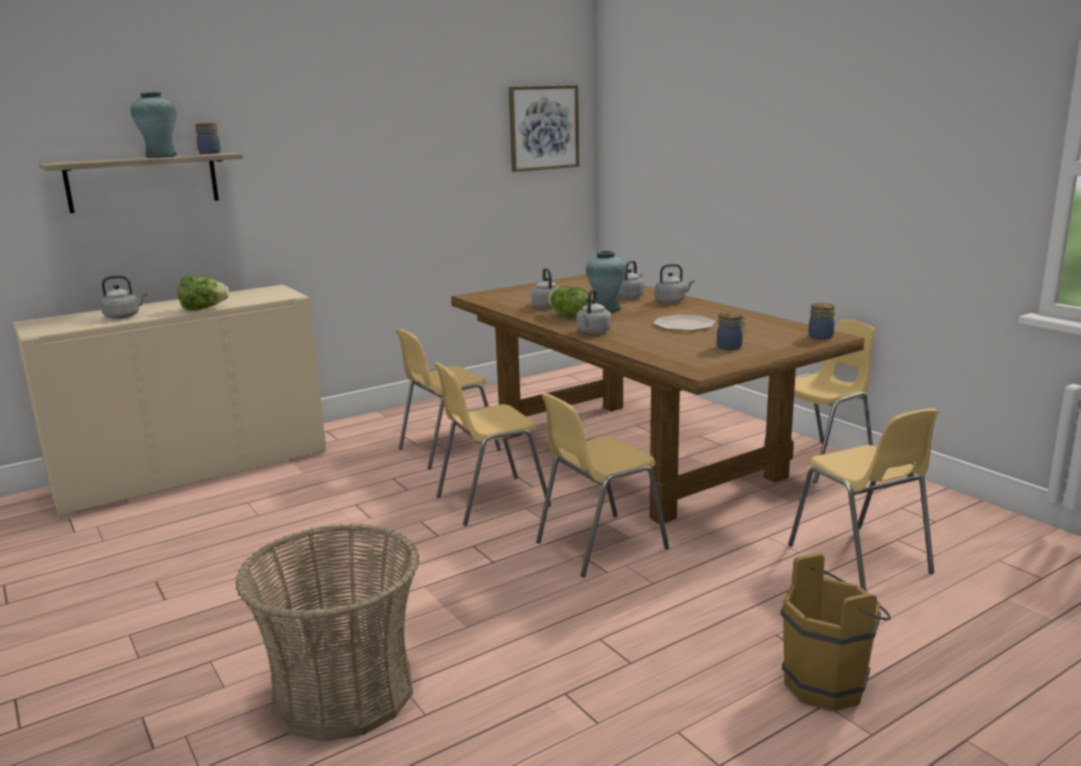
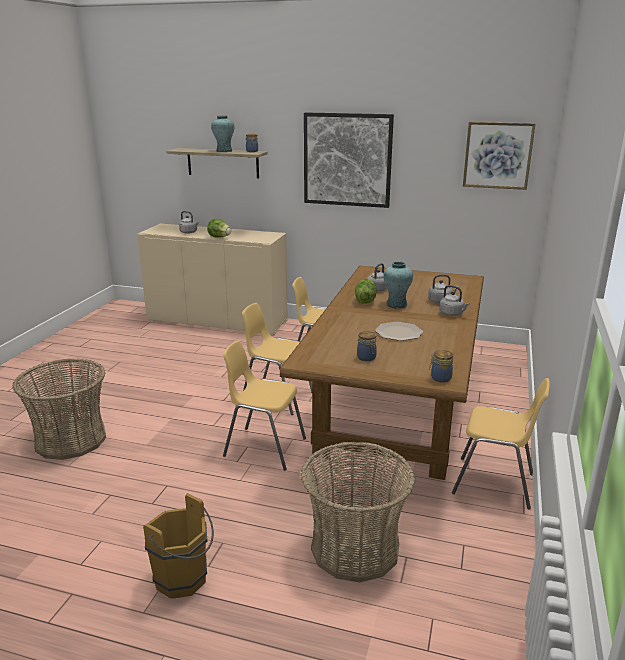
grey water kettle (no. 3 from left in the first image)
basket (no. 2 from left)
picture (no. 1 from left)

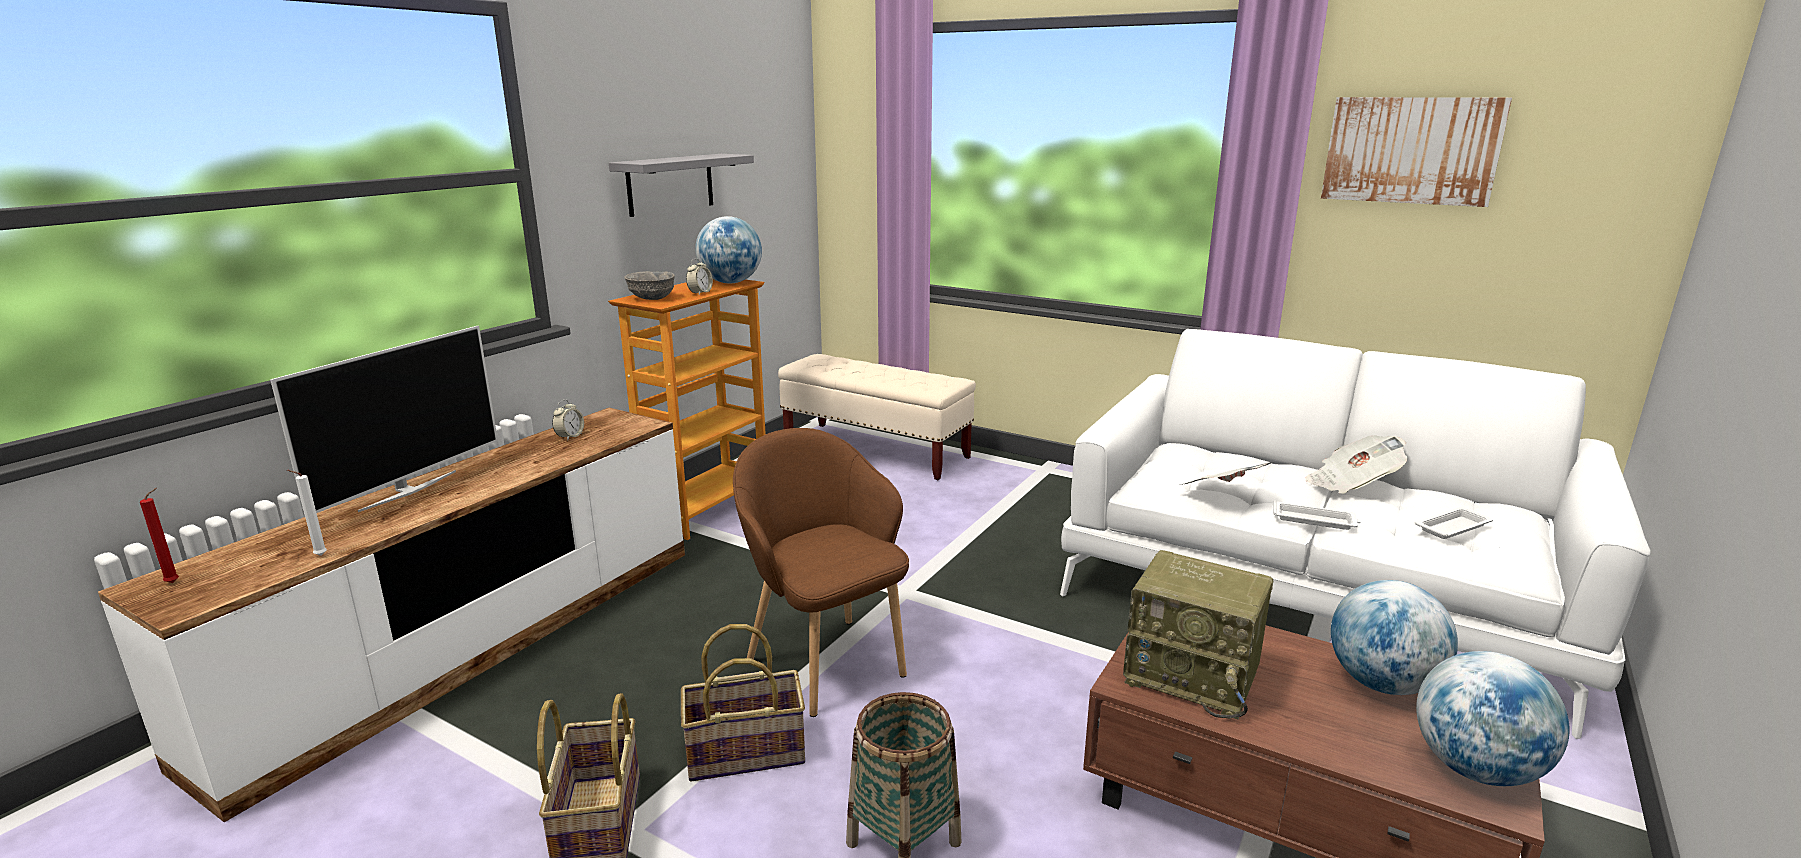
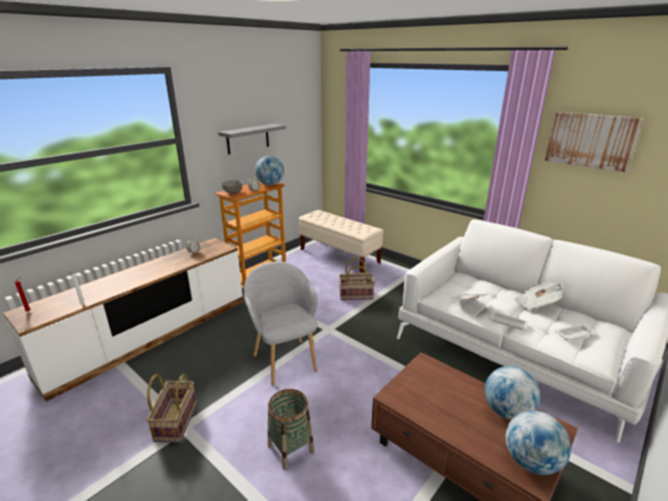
TV
basket (no. 3 from left)
grey lounge chair
radio

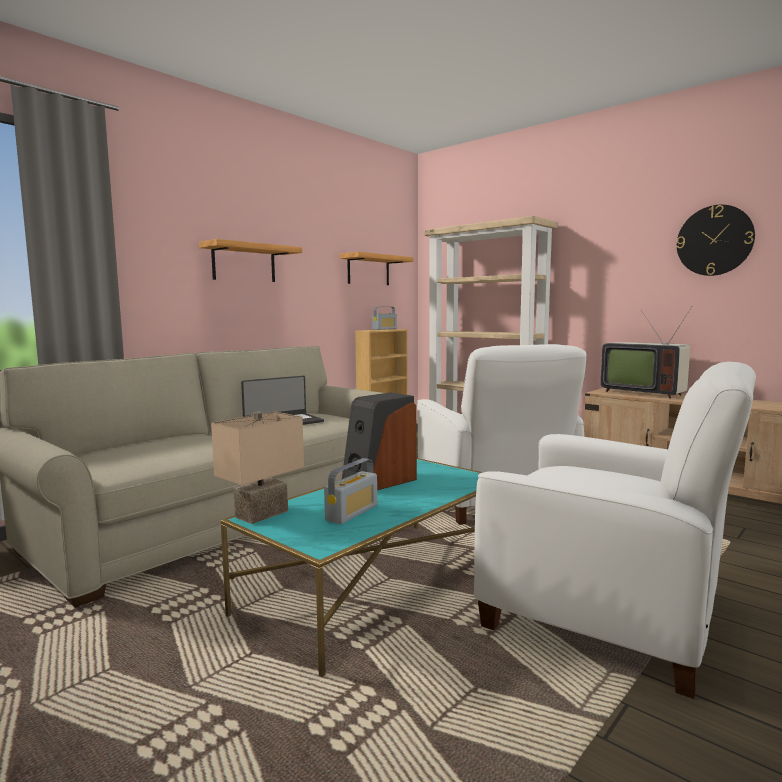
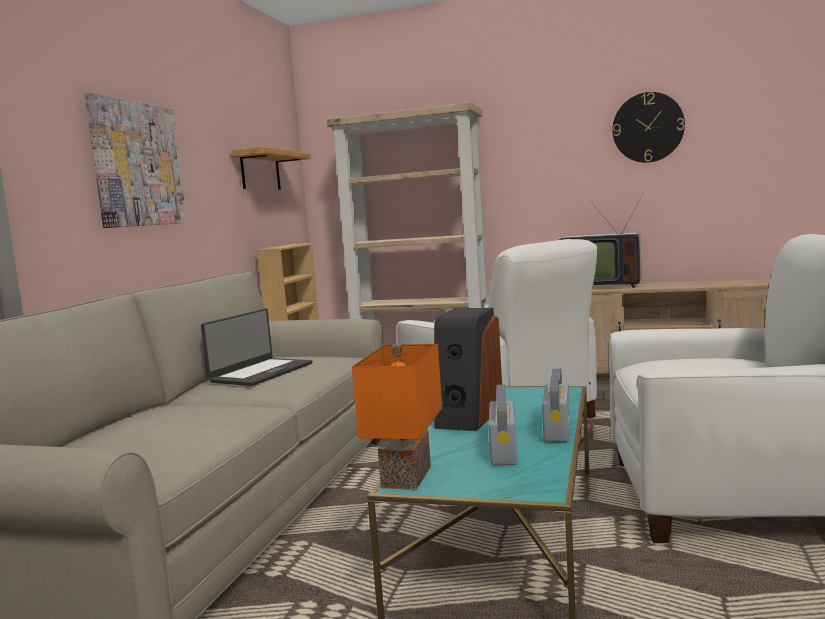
picture
orange-coloured tabletop lamp
radio (no. 2 from left)

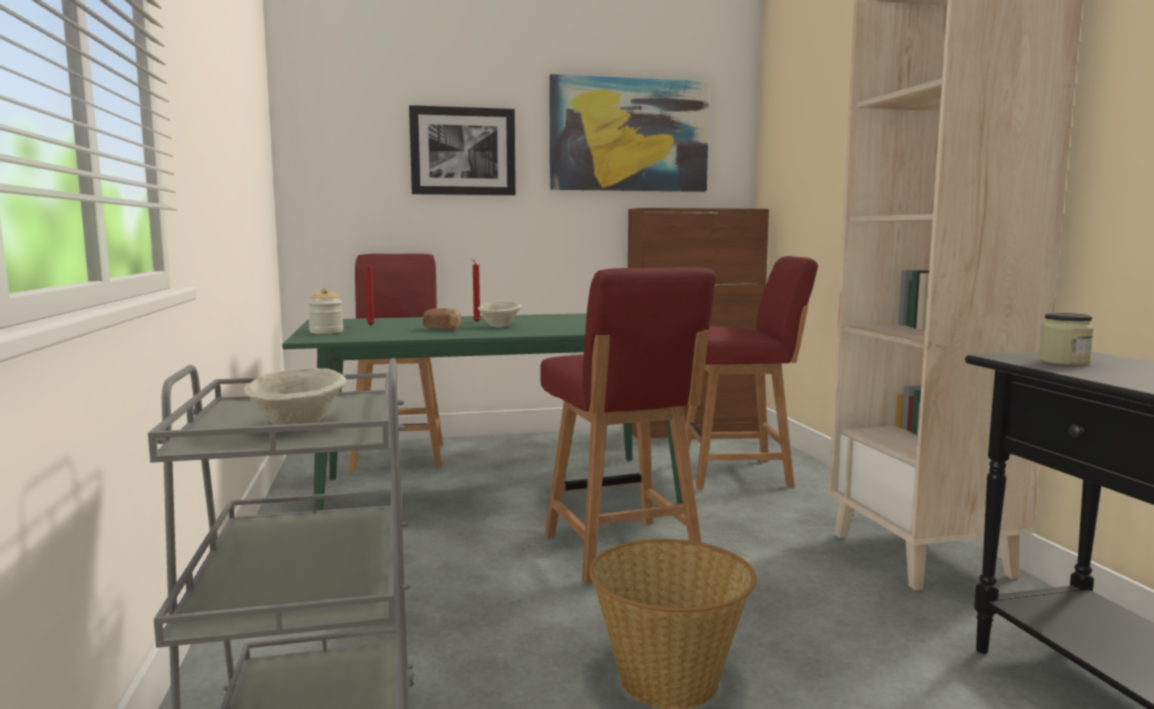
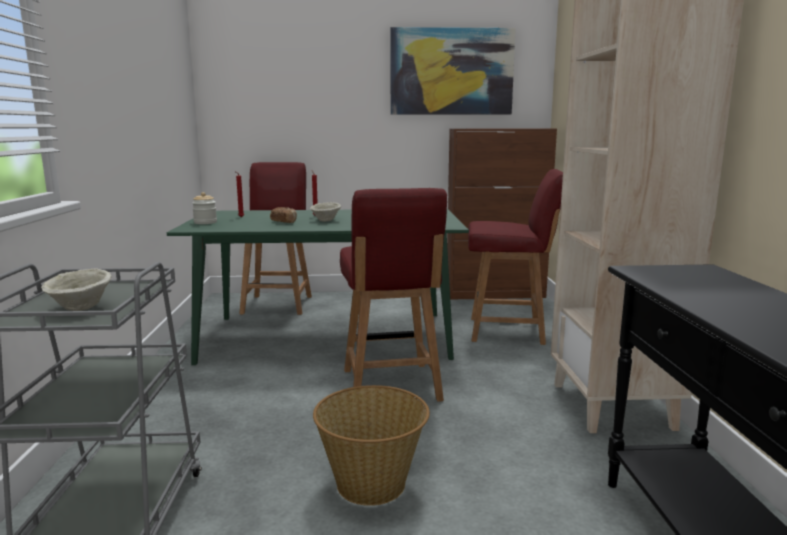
picture (no. 1 from left in the first image)
preserve jar (no. 2 from left in the first image)

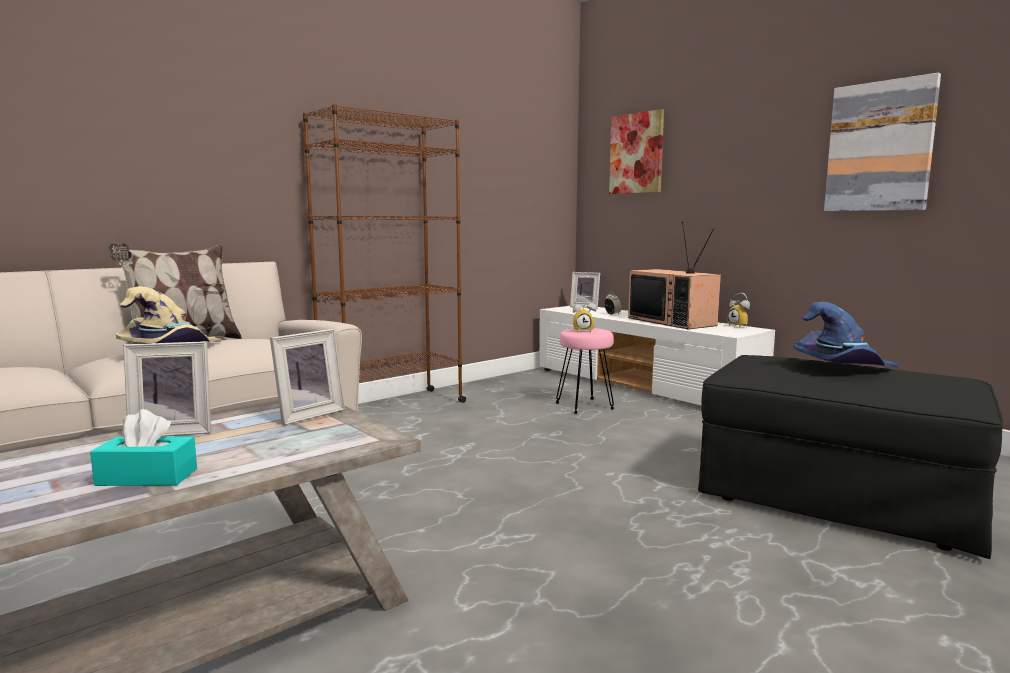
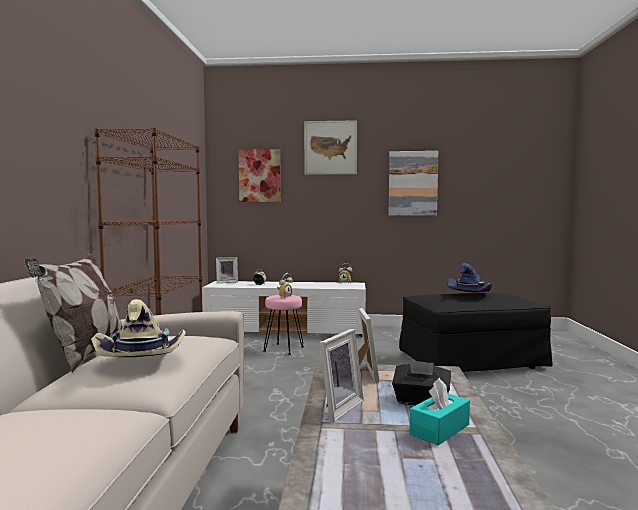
TV
picture (no. 2 from left)
black tissue box

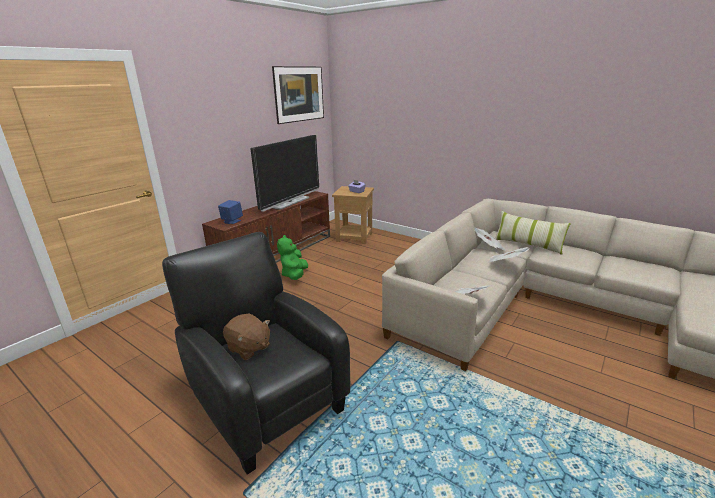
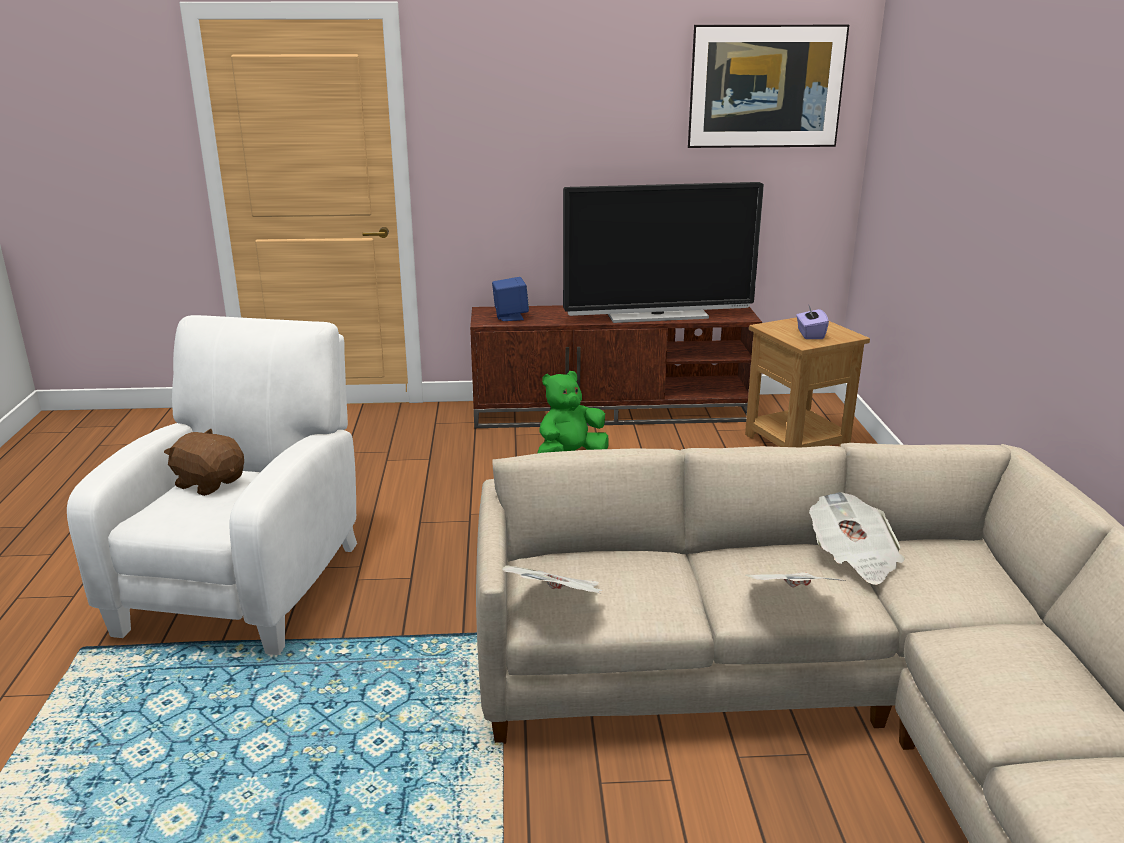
whitish lounge chair
brown-coloured plush toy
pillow

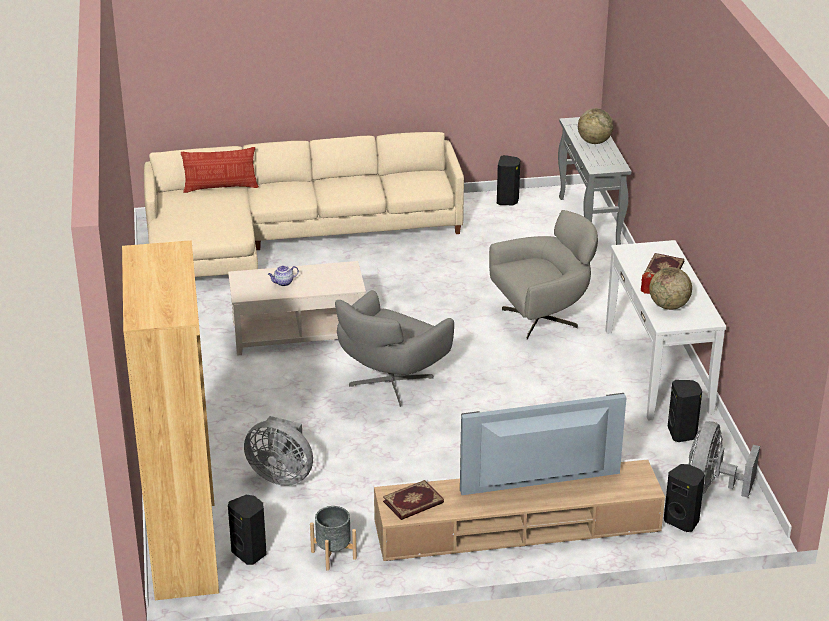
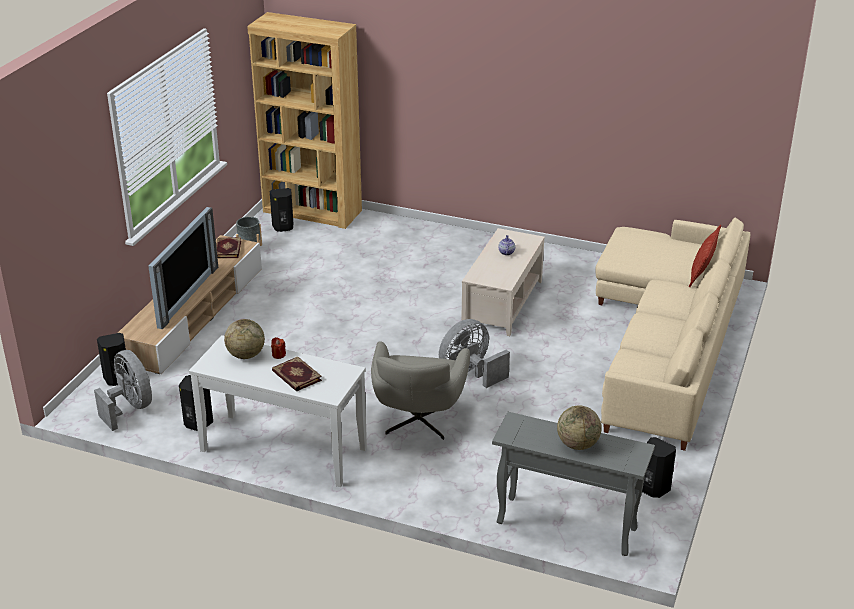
grey fan (no. 2 from left)
grey lounge chair (no. 1 from left in the first image)

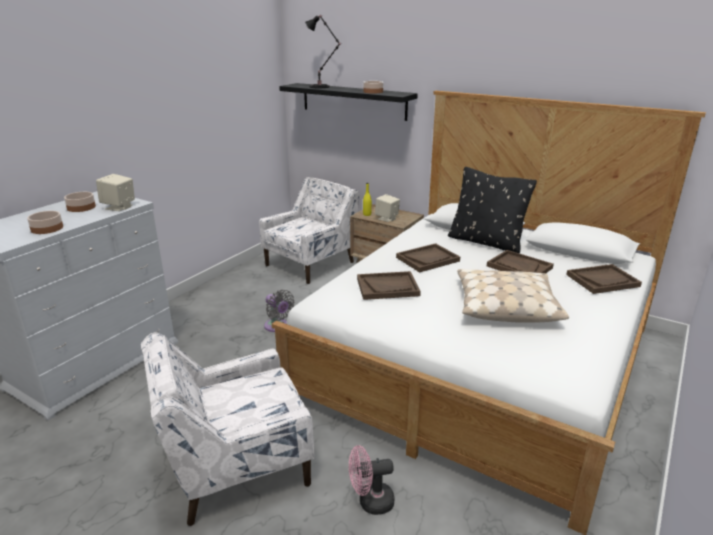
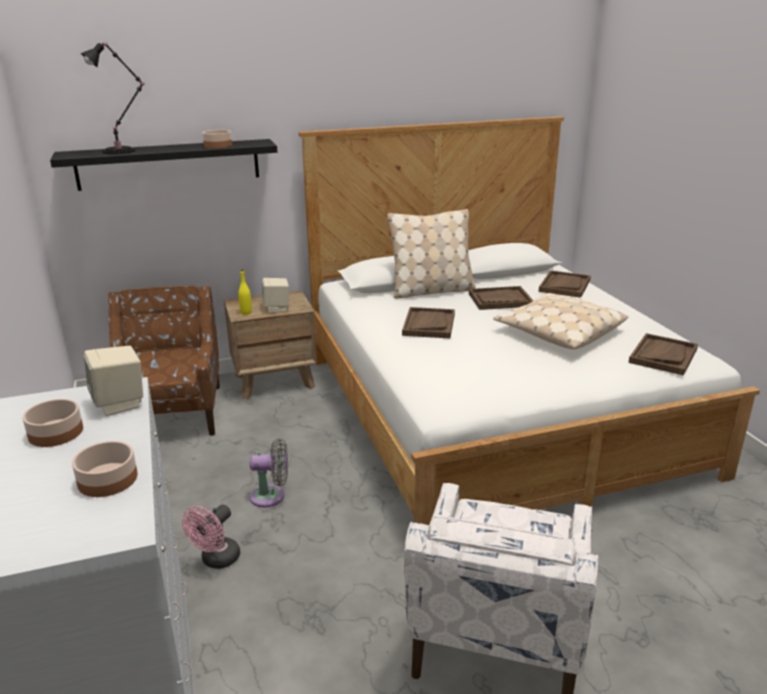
brown-coloured lounge chair
pinkish fan
brown-coloured serving tray (no. 4 from left)
sand-coloured pillow (no. 1 from left)

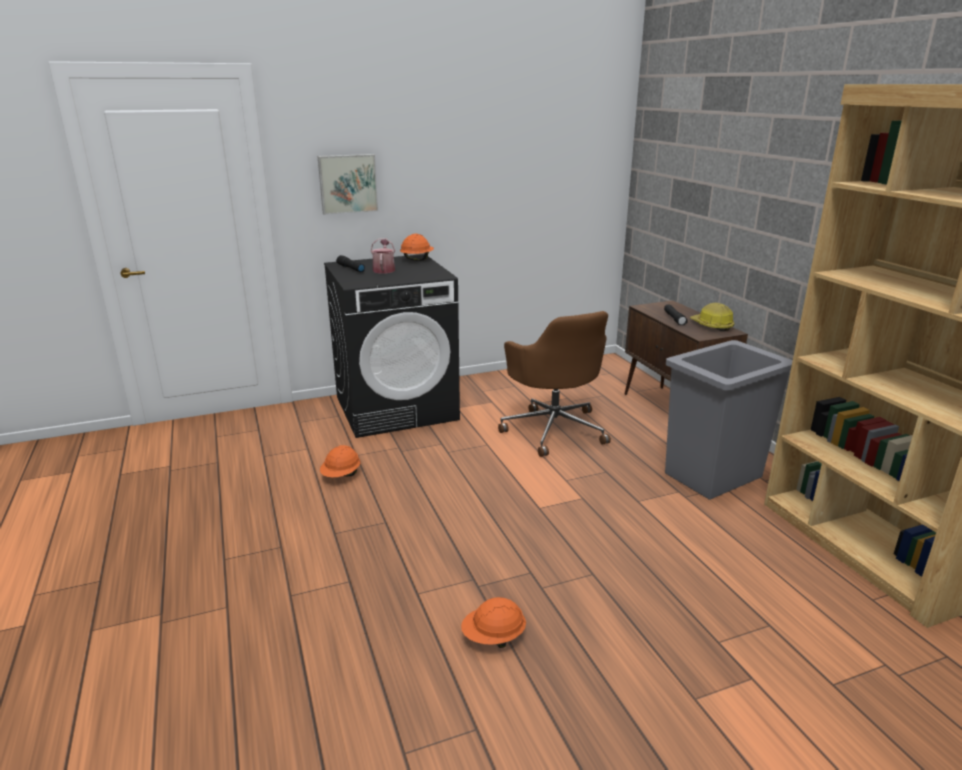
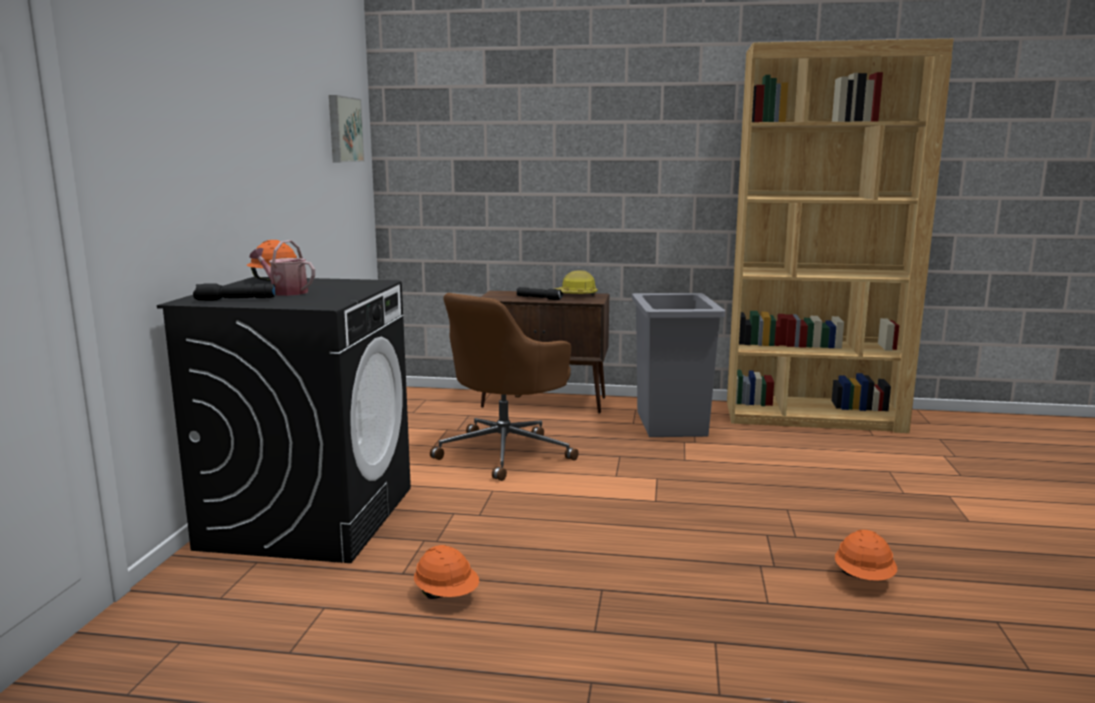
picture
brown-coloured desk chair

